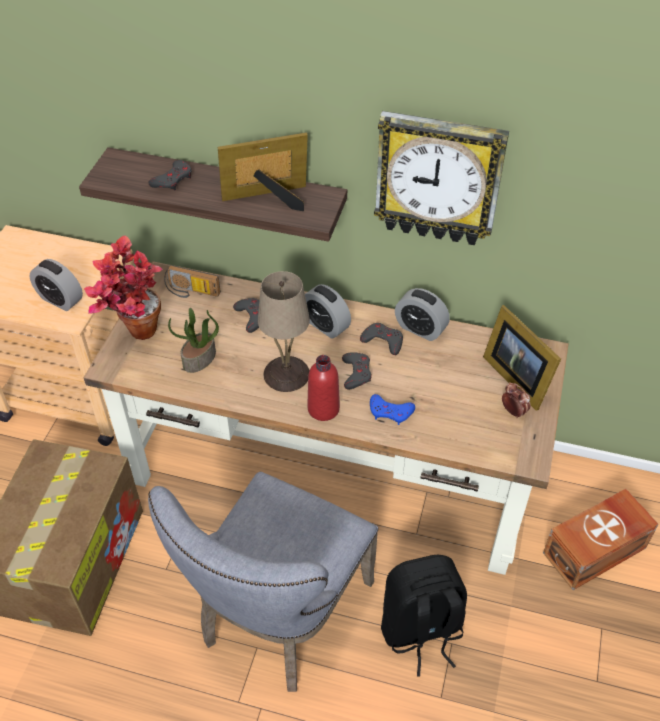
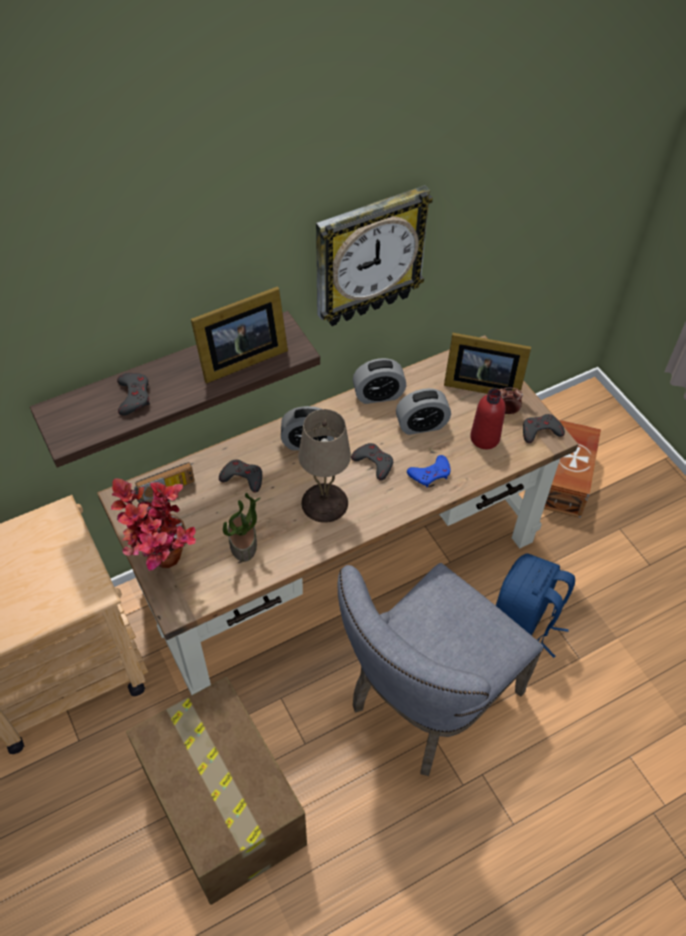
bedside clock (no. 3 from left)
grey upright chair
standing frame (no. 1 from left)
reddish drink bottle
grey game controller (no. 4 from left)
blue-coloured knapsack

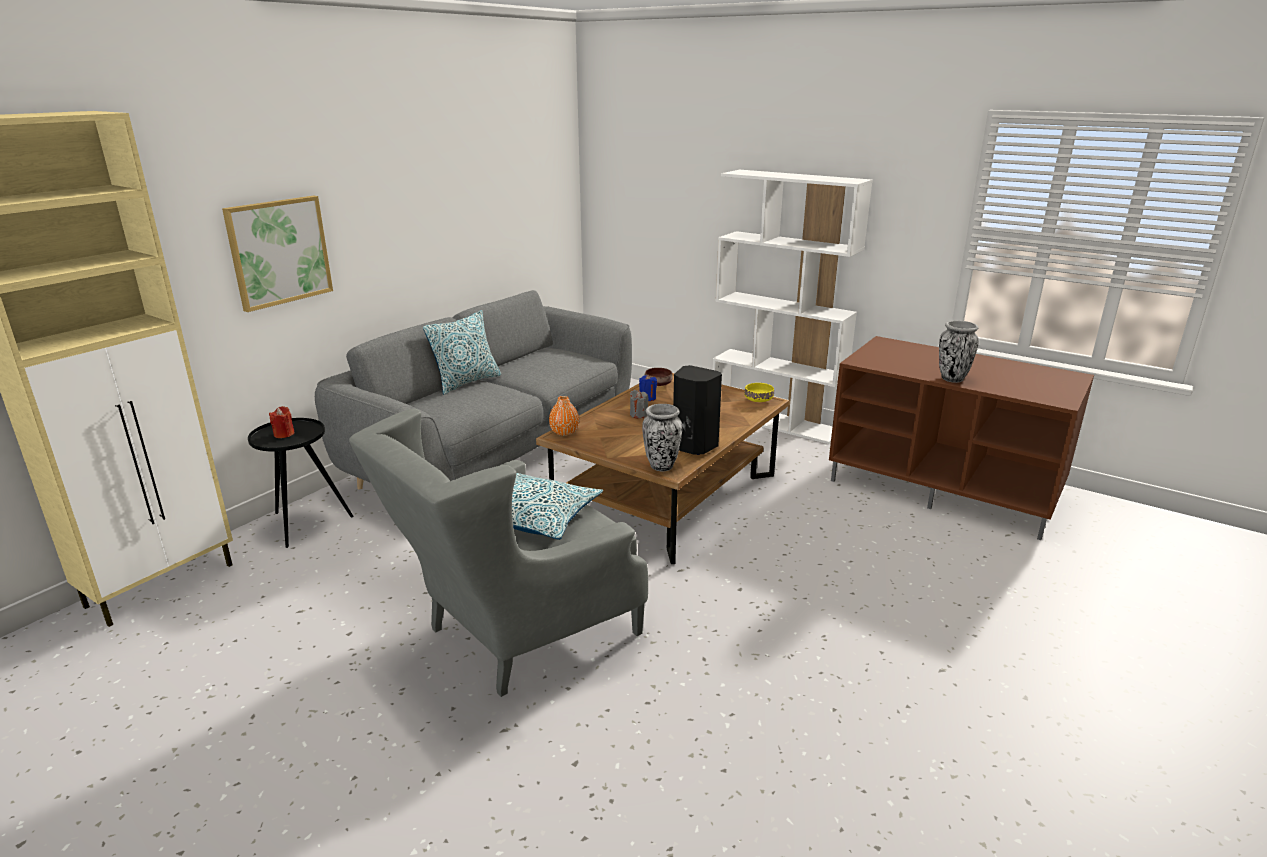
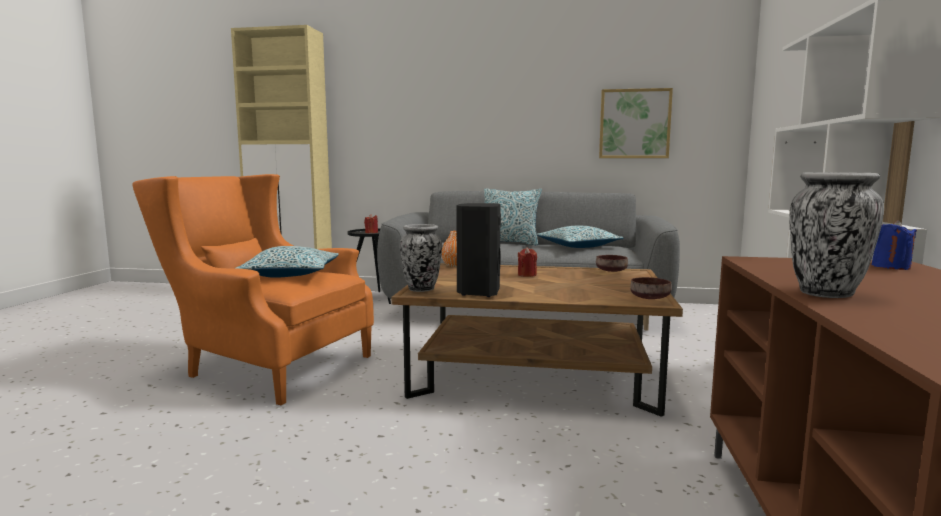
picture
orange-coloured lounge chair
reddish wax light (no. 2 from left)
blue-coloured wax light
brown-coloured serving bowl (no. 2 from left)
pillow (no. 3 from left)

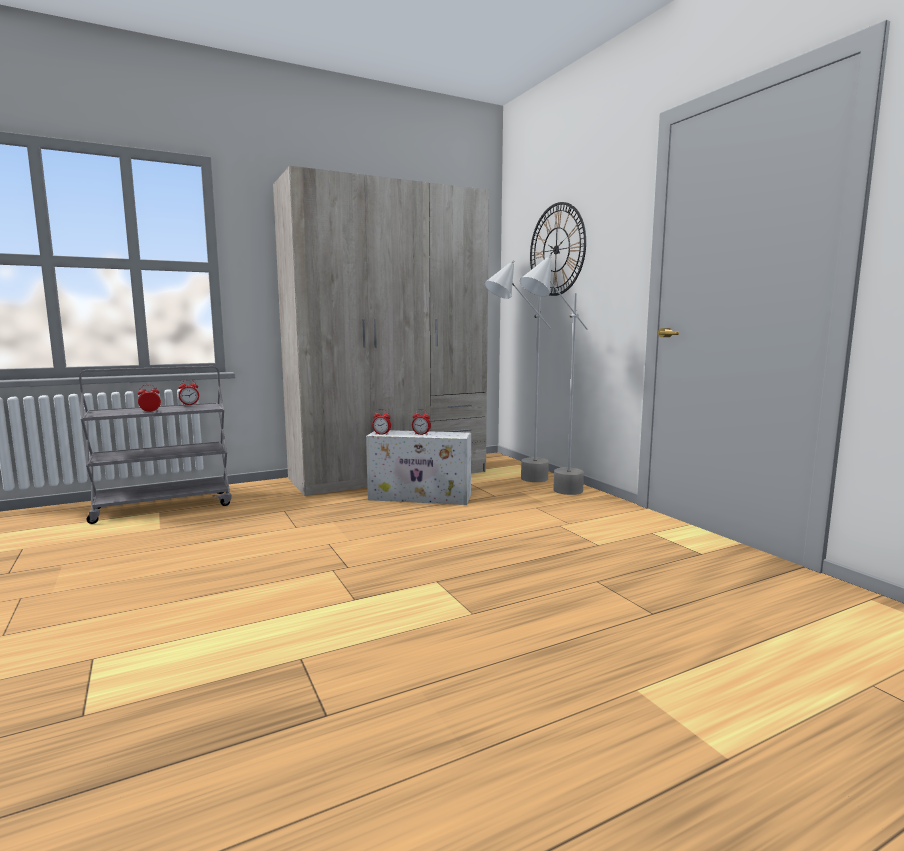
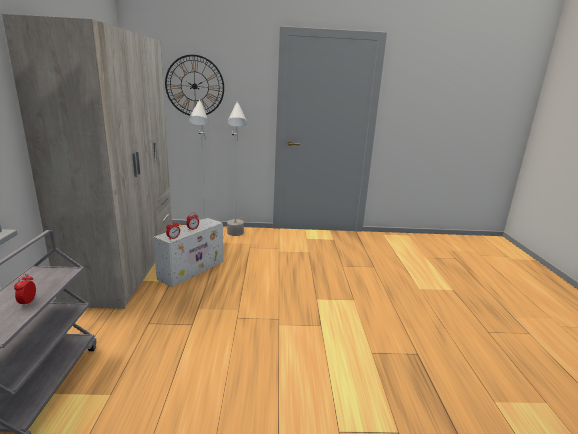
bedside clock (no. 2 from left in the first image)

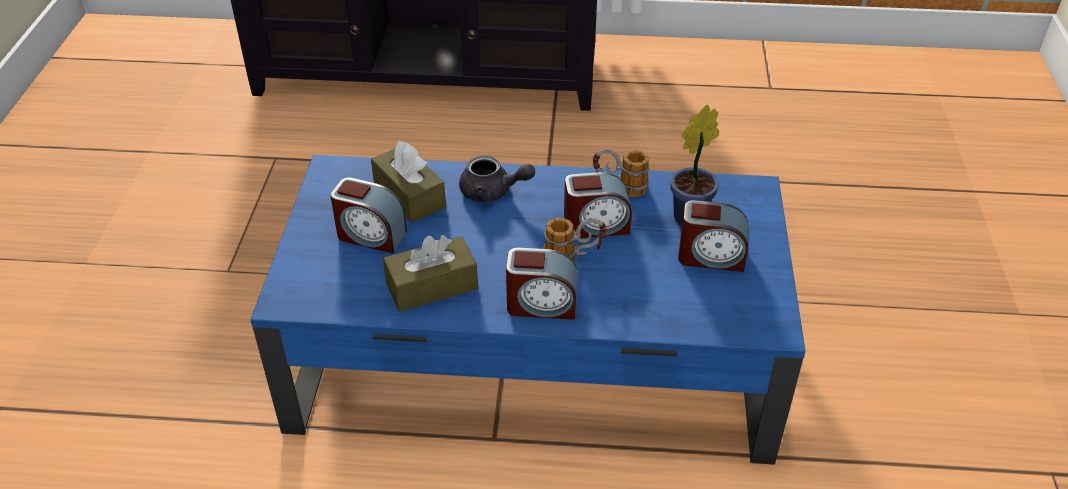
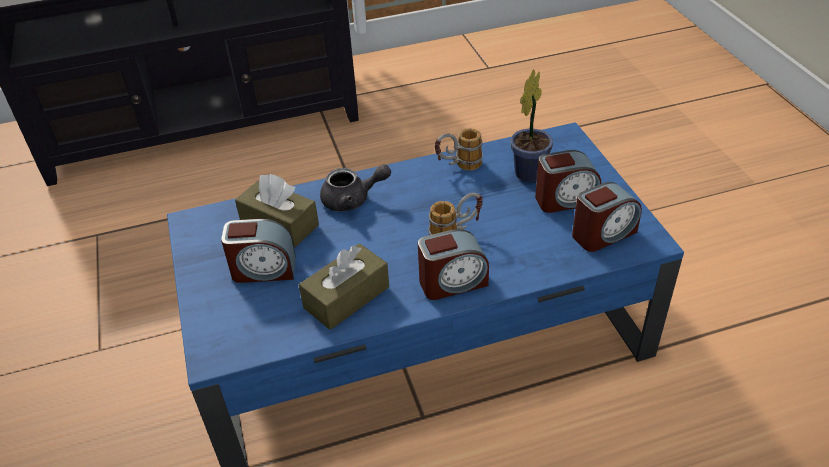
bedside clock (no. 4 from left)

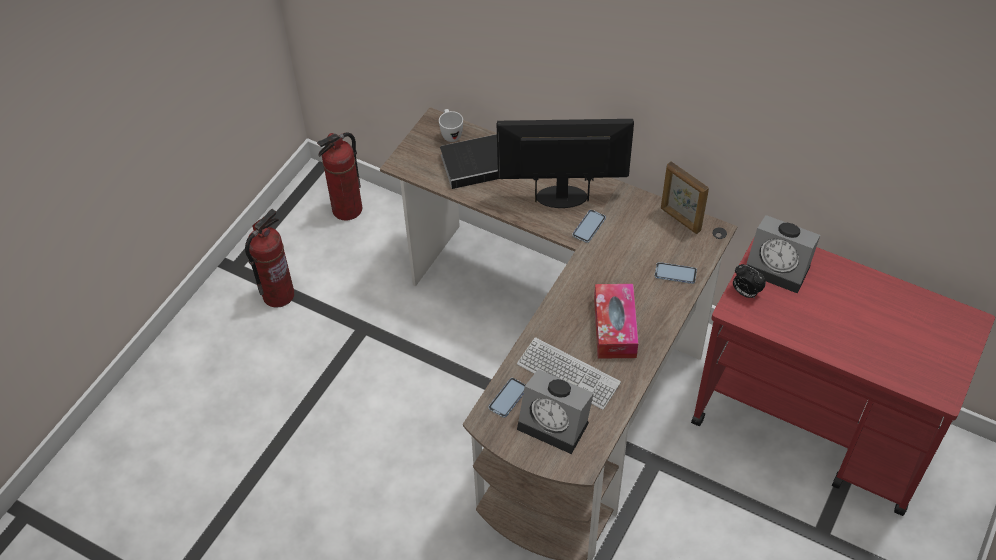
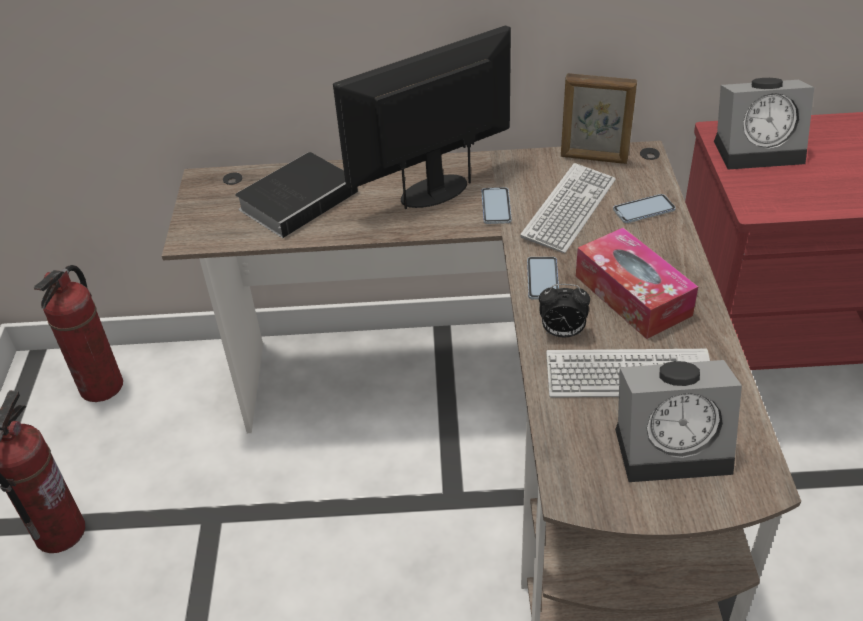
whitish coffee mug
phone (no. 2 from left)
bedside clock (no. 1 from left)
PC keyboard (no. 1 from left)

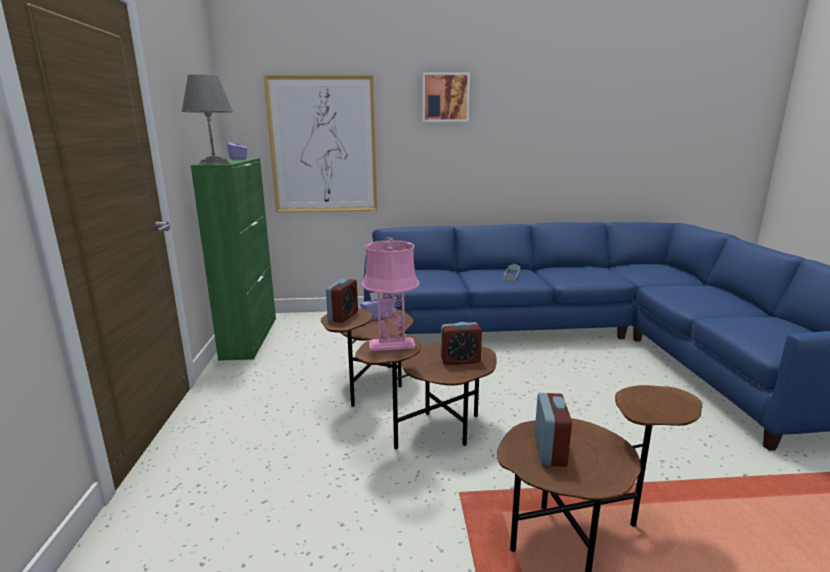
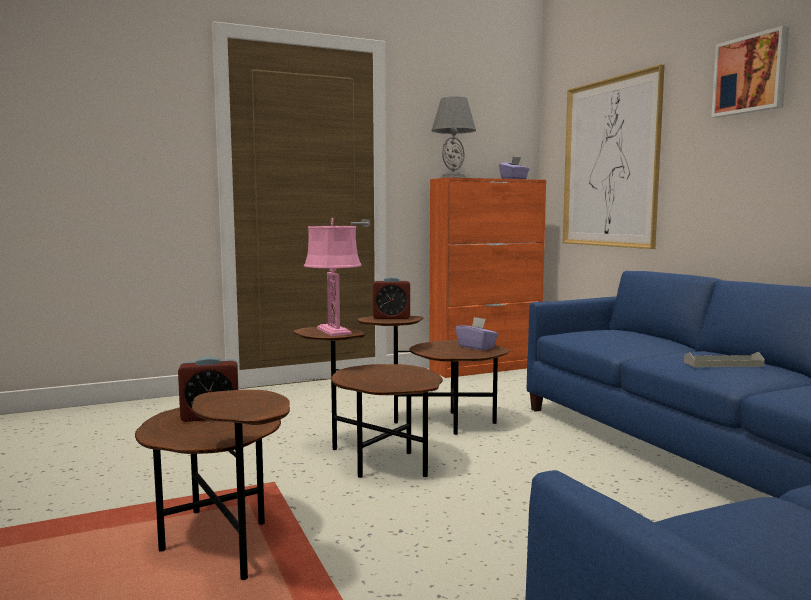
orange-coloured cabinet
bedside clock (no. 2 from left in the first image)

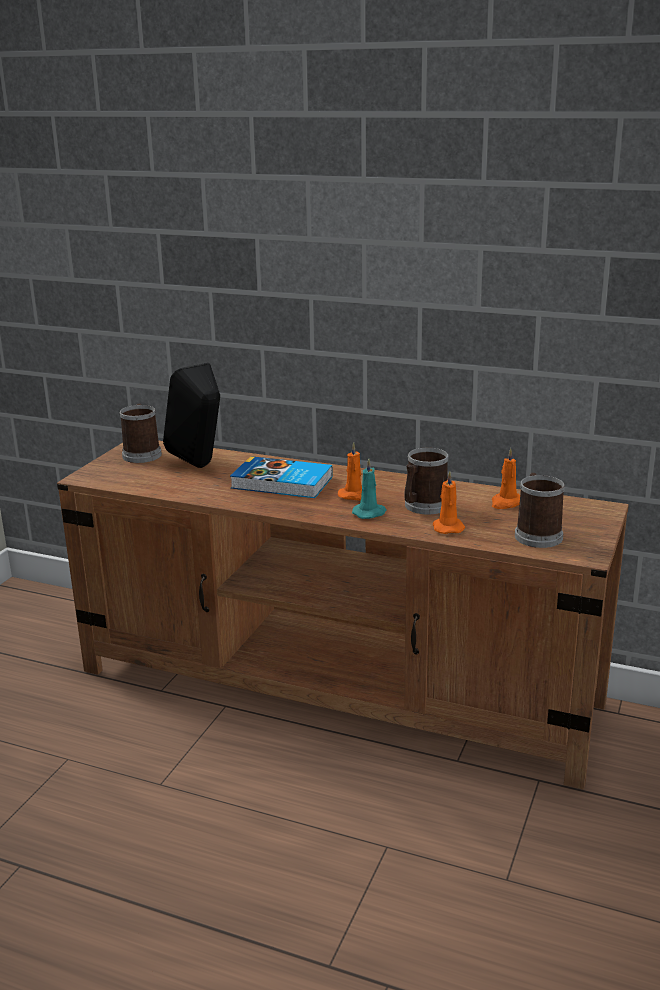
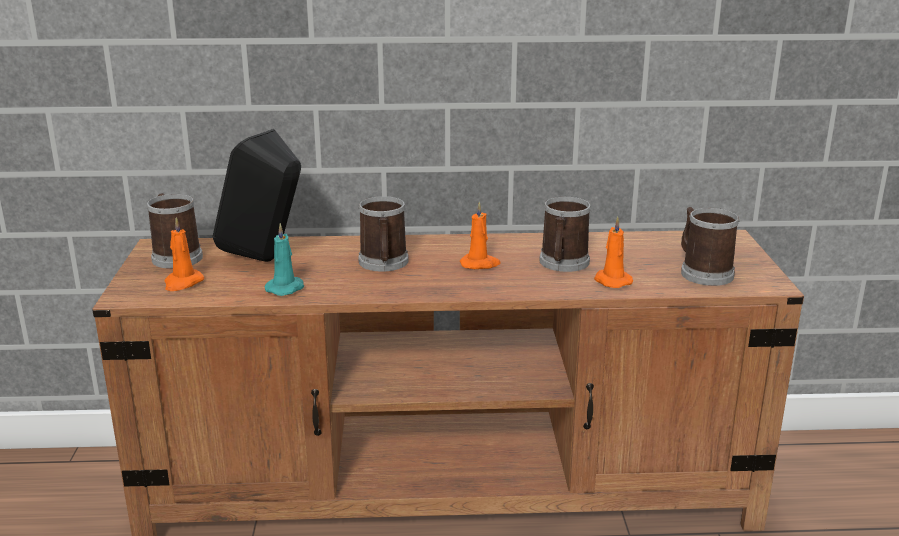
coffee mug (no. 2 from left)
turquoise-coloured wax light
orange-coloured wax light (no. 1 from left)

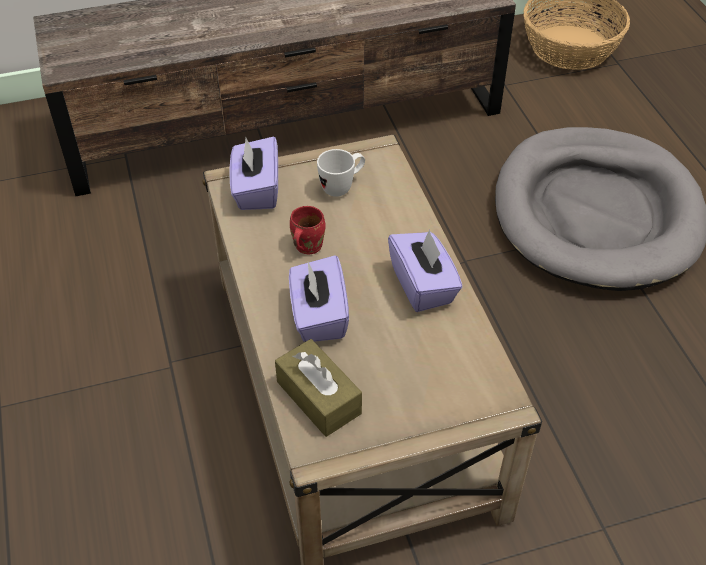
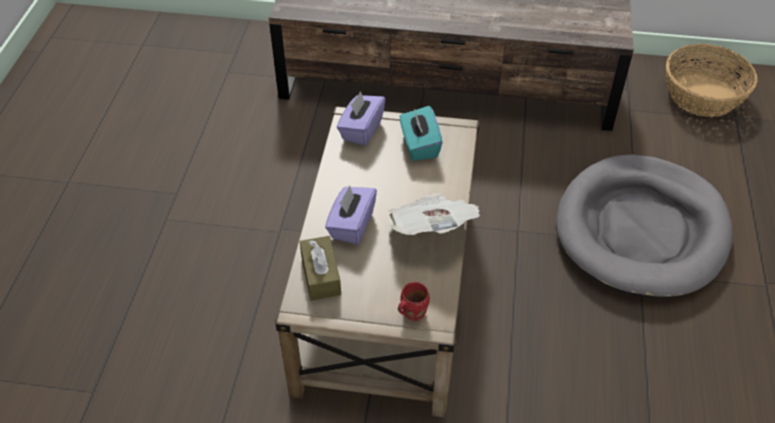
reddish coffee mug
turquoise-coloured tissue box
printed paper

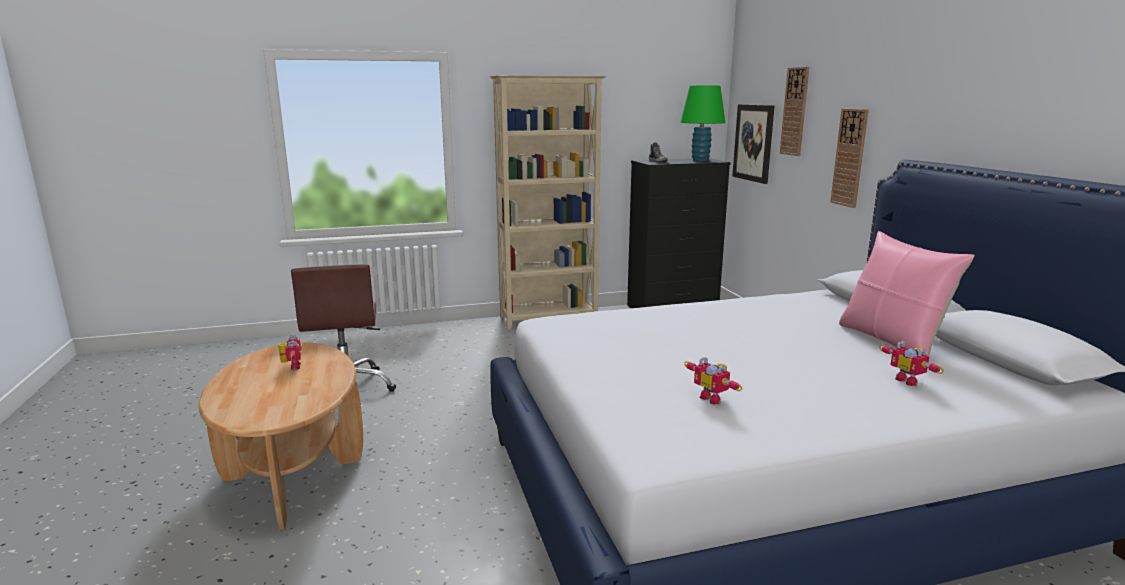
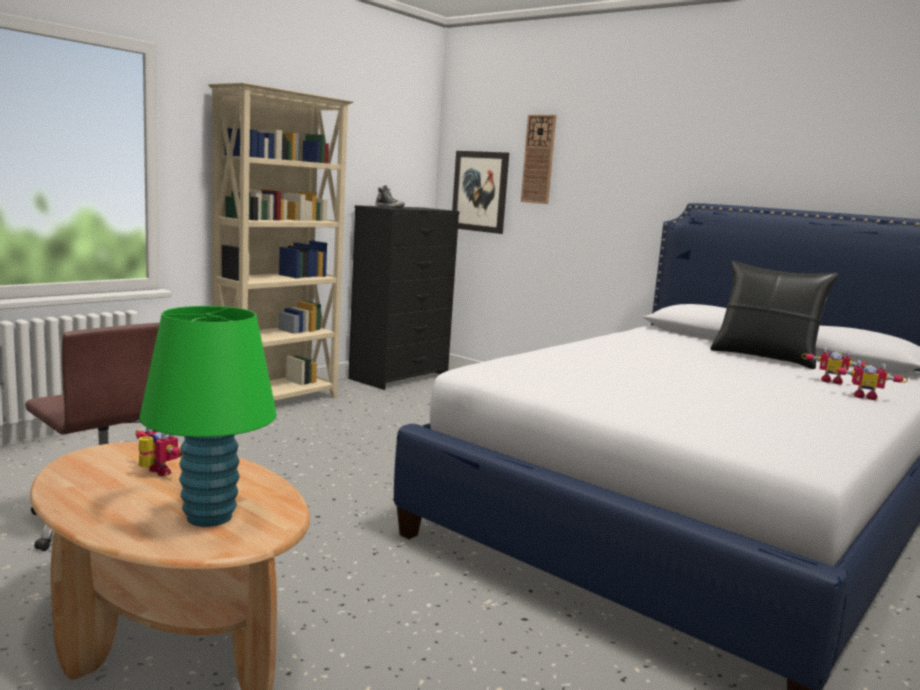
green tabletop lamp
model robot (no. 3 from left)
clock on the wall (no. 2 from left in the first image)
black pillow

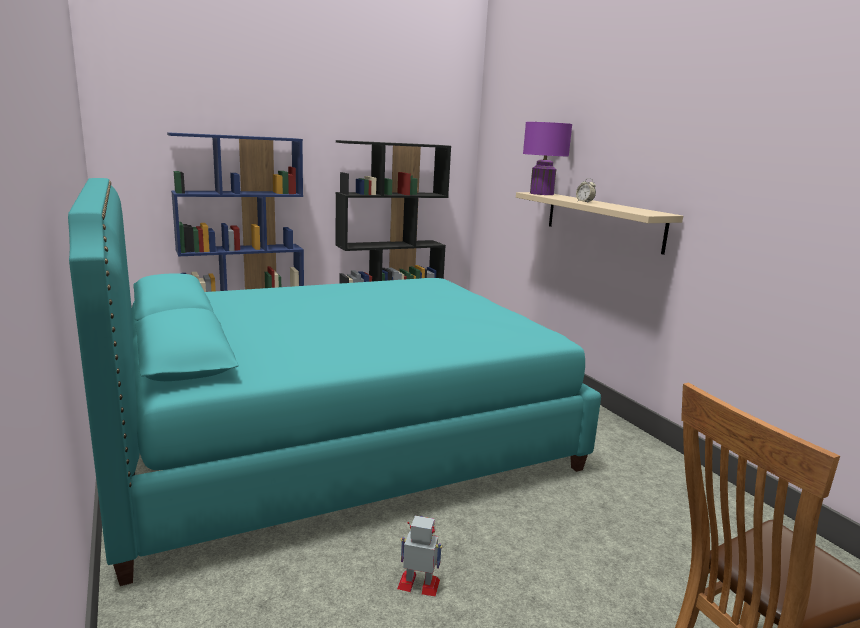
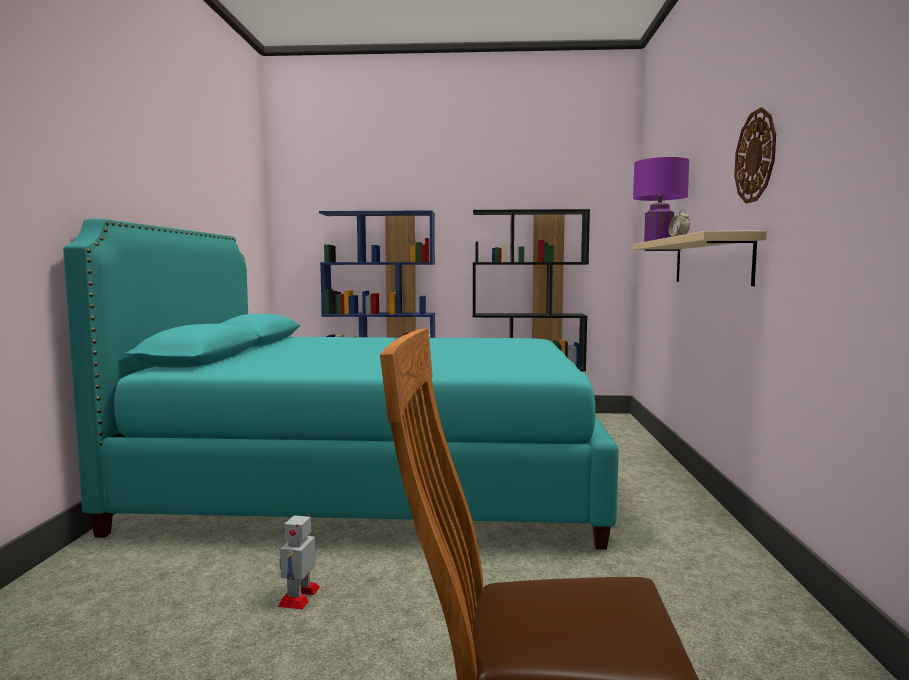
model robot
clock on the wall

